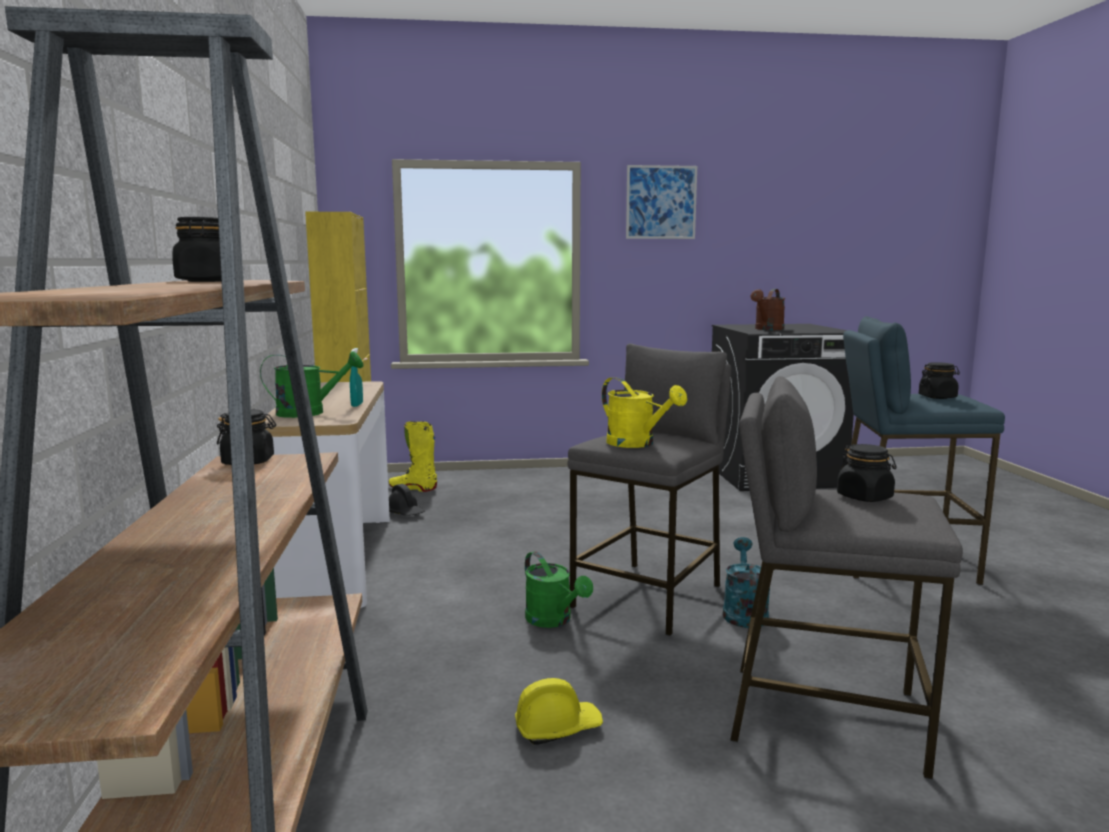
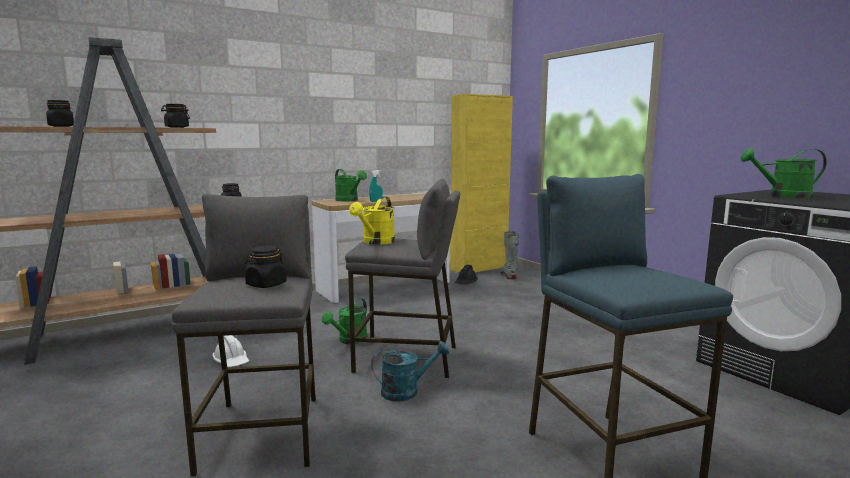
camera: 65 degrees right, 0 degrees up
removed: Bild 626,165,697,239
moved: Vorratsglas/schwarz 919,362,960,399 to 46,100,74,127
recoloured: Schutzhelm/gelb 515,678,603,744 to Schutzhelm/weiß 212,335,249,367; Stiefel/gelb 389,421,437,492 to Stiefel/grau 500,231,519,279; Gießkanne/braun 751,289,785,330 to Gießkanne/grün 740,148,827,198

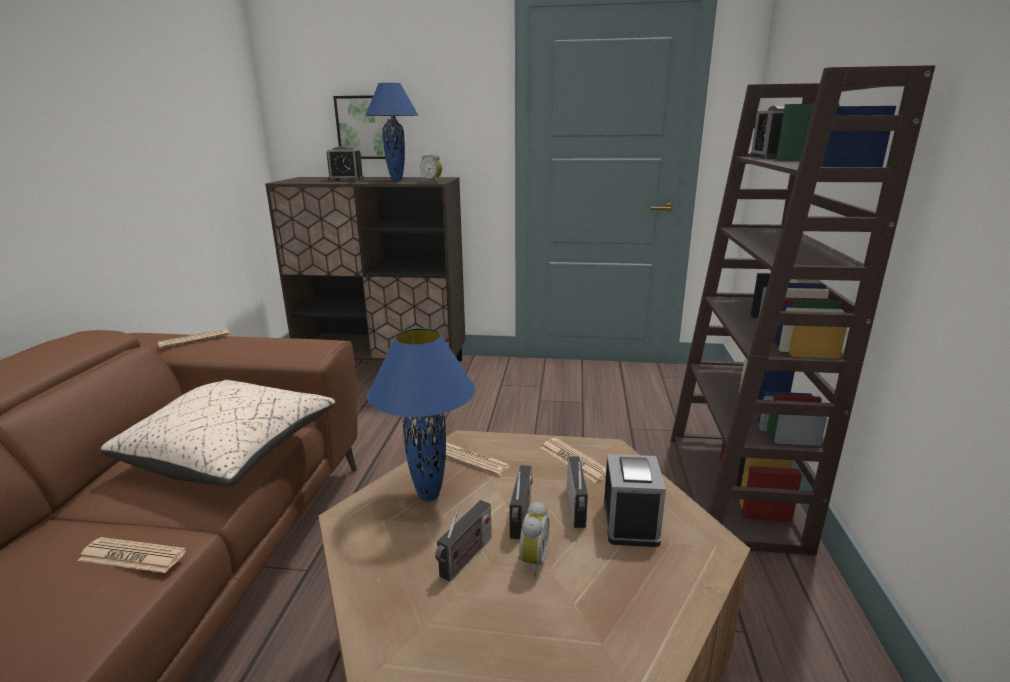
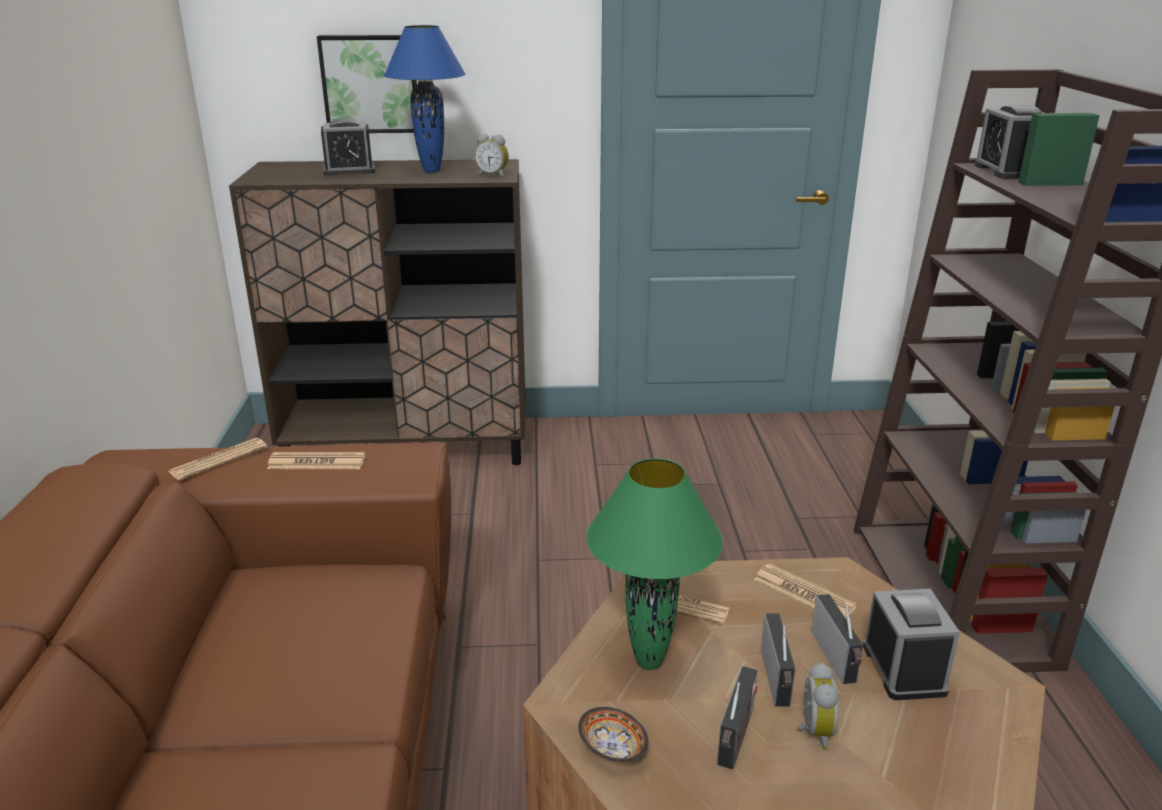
camera: 10 degrees left, 5 degrees up
removed: Kissen/beige 100,380,335,486
added: Schüssel 578,707,648,762
moved: Zeitung 78,537,186,573 to 267,452,366,469
recoloured: Tischlampe/blau 367,328,475,502 to Tischlampe/grün 586,459,723,670

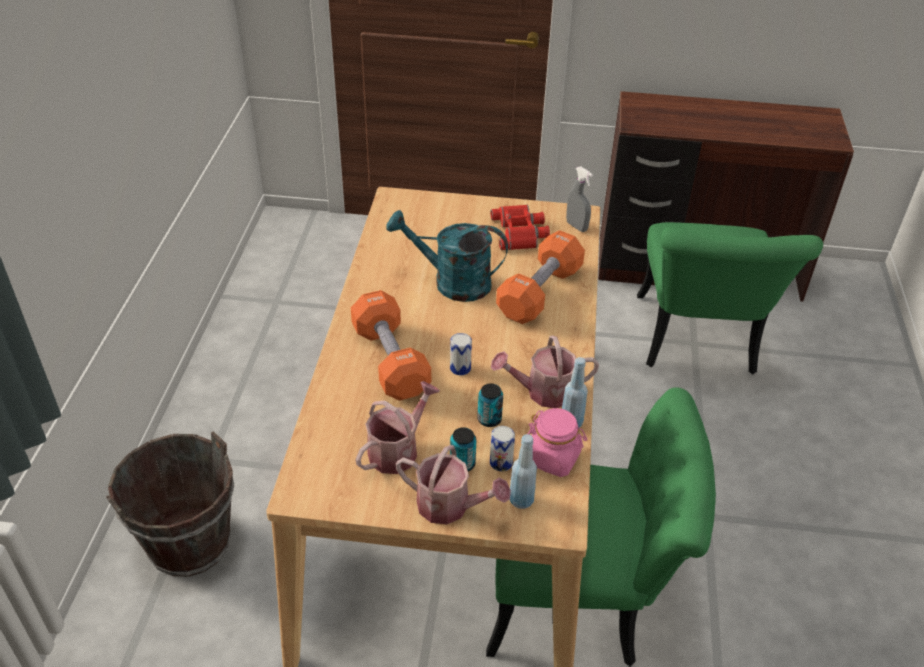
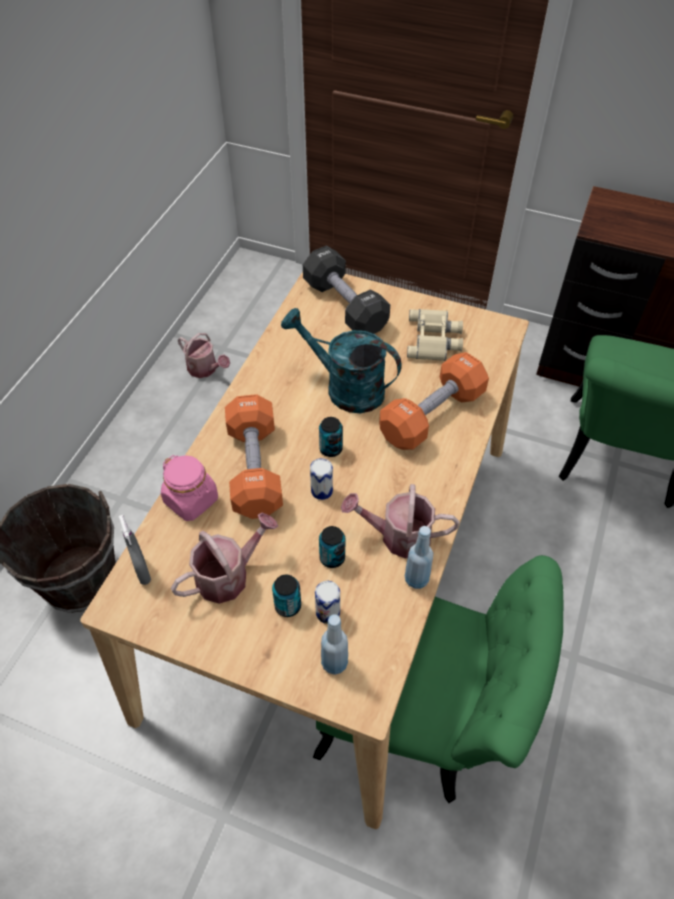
camera: 15 degrees right, 10 degrees up
added: Hantel/schwarz 303,246,390,334; Dose 319,417,343,457
moved: Sprühflasche/grau 566,167,593,232 to 118,515,151,585; Vorratsglas/rosa 528,408,588,477 to 161,455,218,521; Gießkanne 396,445,511,524 to 178,333,230,378
recoloured: Fernglas/rot 490,205,550,250 to Fernglas/beige 407,309,463,361

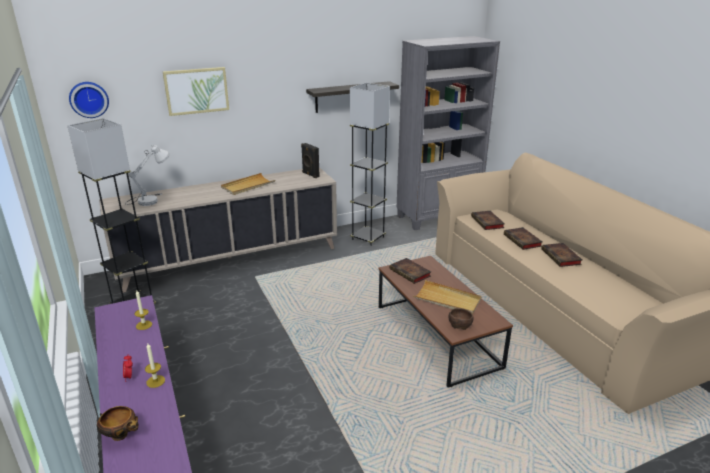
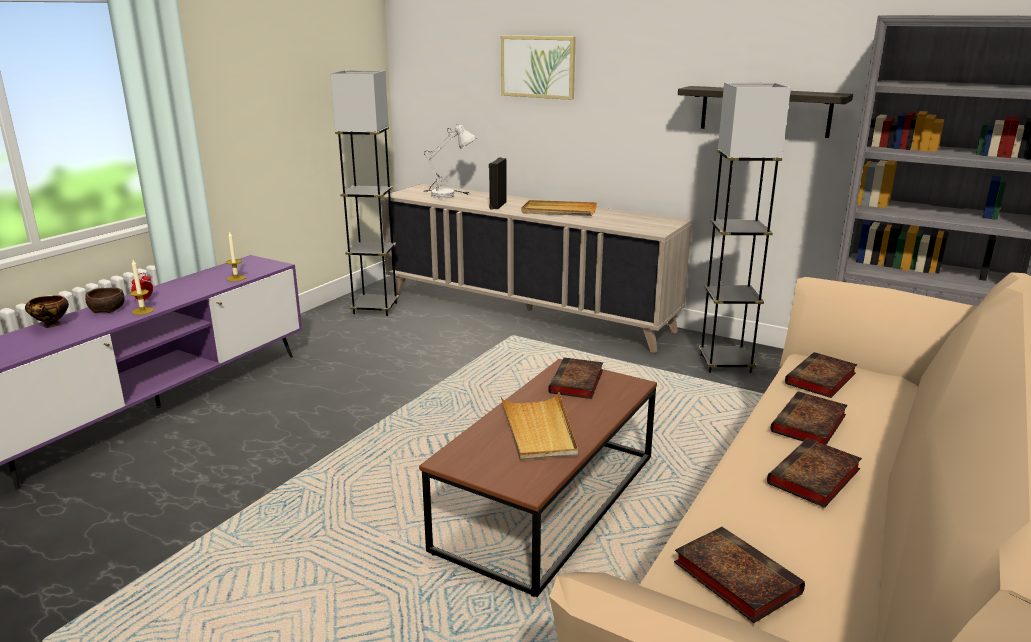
camera: 55 degrees right, 5 degrees down
removed: Wanduhr 69,82,109,118
added: Buch 674,526,805,623
moved: Schüssel/braun 449,308,474,330 to 85,288,125,313; Lautsprecher/schwarz 301,143,320,178 to 489,157,507,210

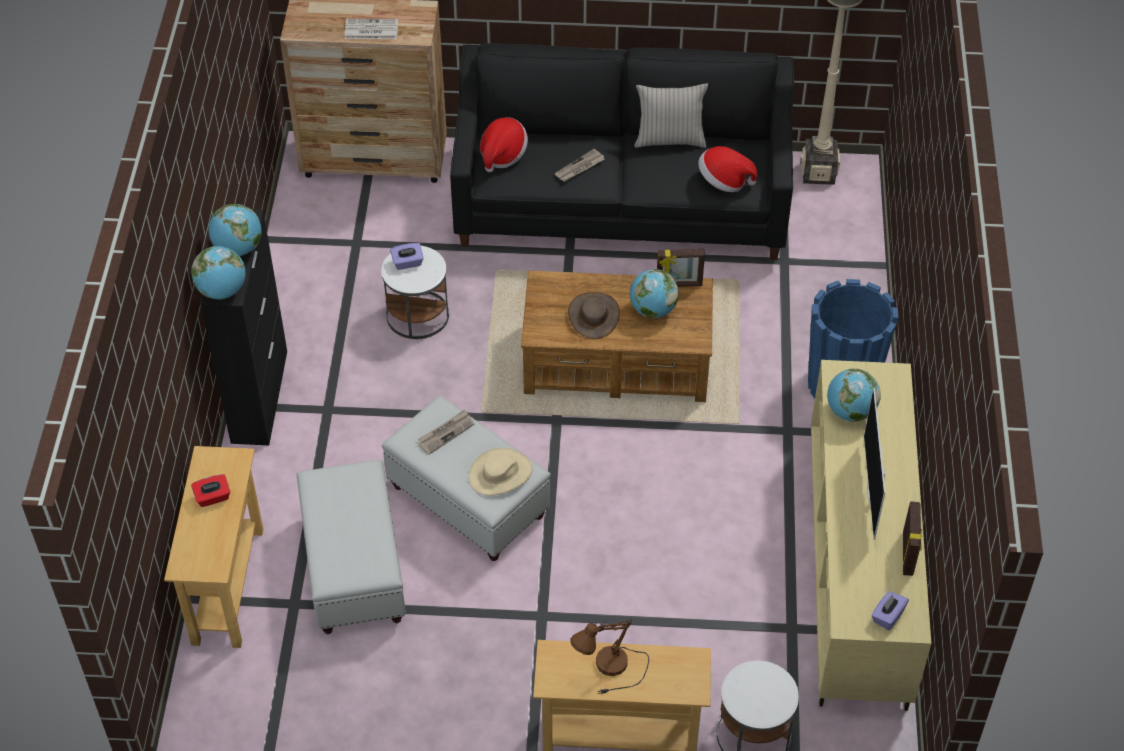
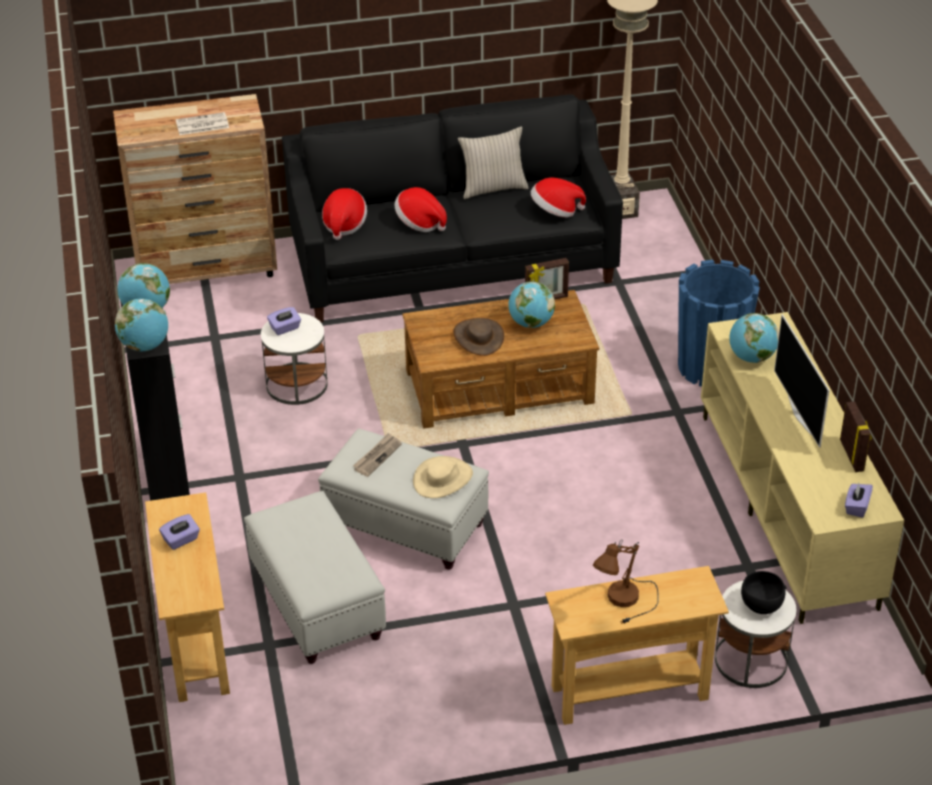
camera: 15 degrees left, 10 degrees down
added: Schüssel/schwarz 741,571,787,614
replaced: Zeitung 555,149,604,182 to Hut 394,187,447,232
recoloured: Taschentuchbox/rot 191,474,230,507 to Taschentuchbox/lila 159,514,200,550

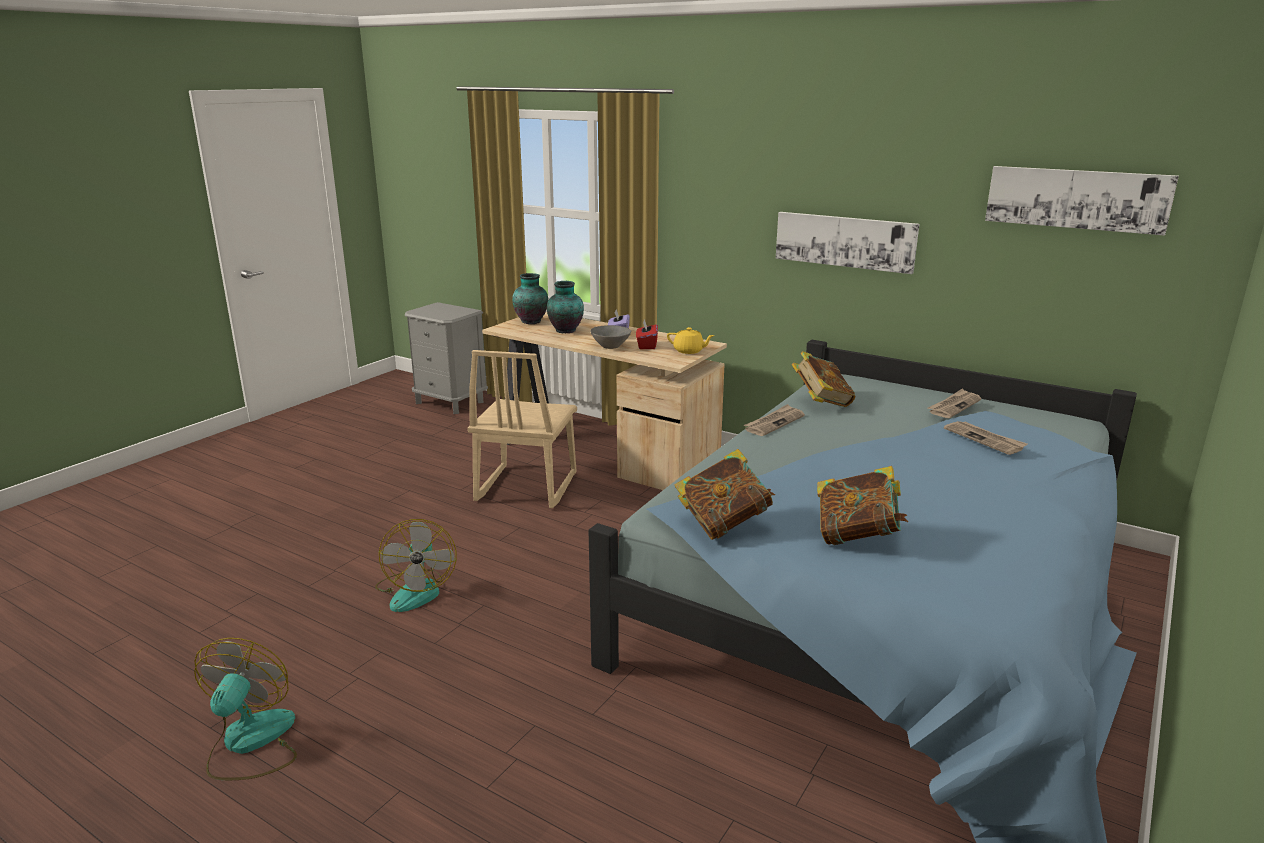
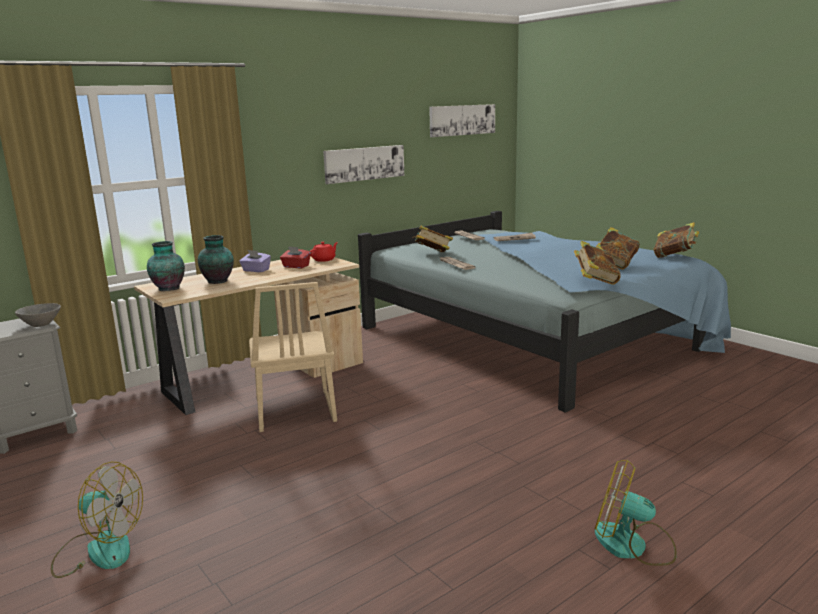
camera: 70 degrees left, 5 degrees down
added: Buch 654,222,699,258
moved: Schüssel/grau 590,325,631,349 to 15,303,61,327; Ventilator 375,519,457,612 to 51,462,143,578
recoloured: Teekanne/gelb 667,327,715,354 to Teekanne/rot 310,242,338,262
turned: Stuhl/beige 468,350,577,508 = 249,282,337,432 45 degrees clockwise

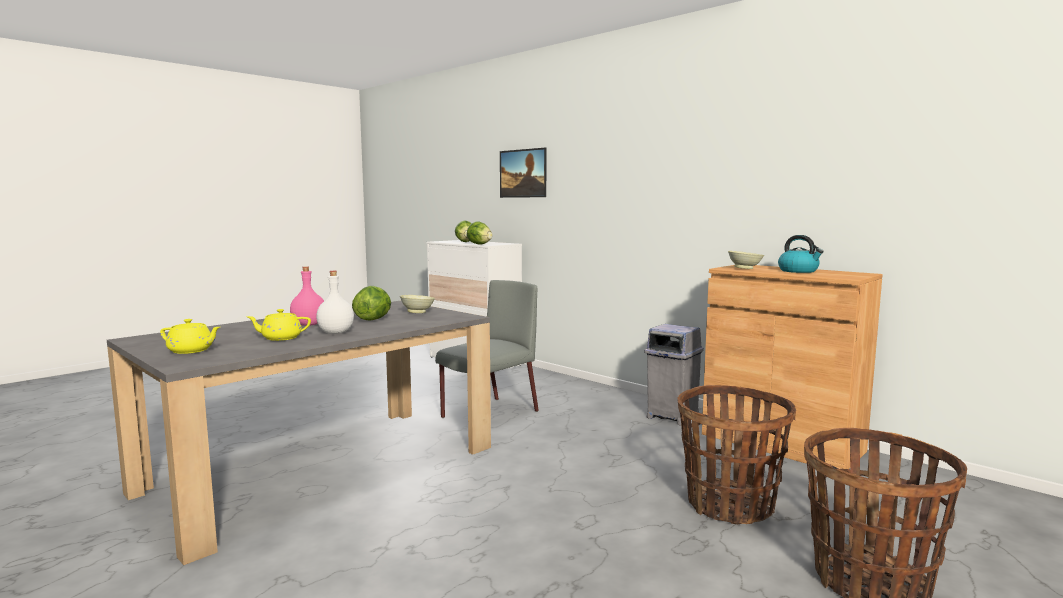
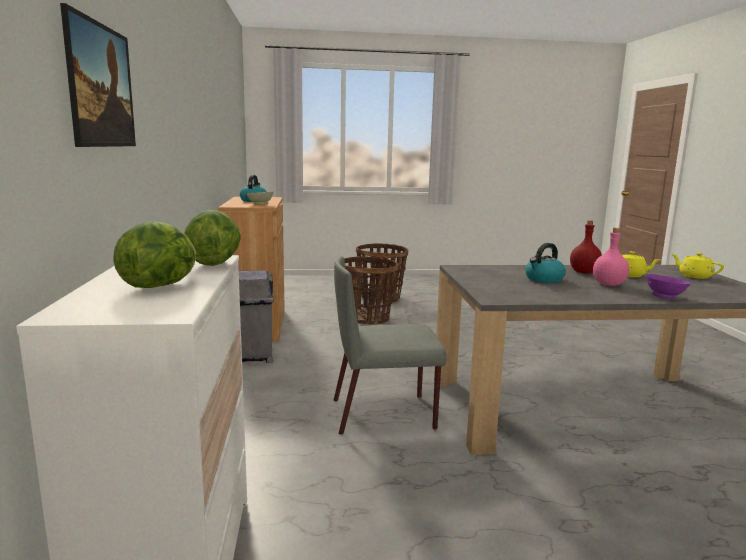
camera: 140 degrees left, 5 degrees up
removed: Schüssel/beige 400,295,435,313
added: Schüssel/lila 646,274,691,299
replaced: Salatkopf 352,286,391,321 to Wasserkessel 525,243,566,283
recoloured: Flasche/weiß 316,271,354,334 to Flasche/rot 570,221,602,274

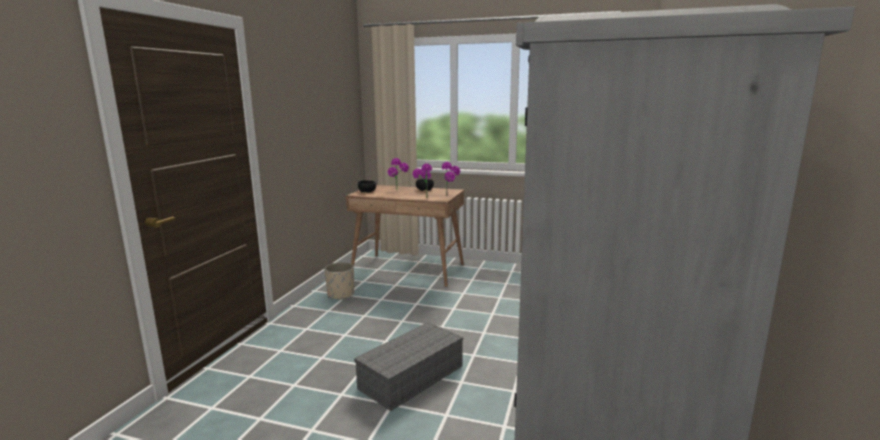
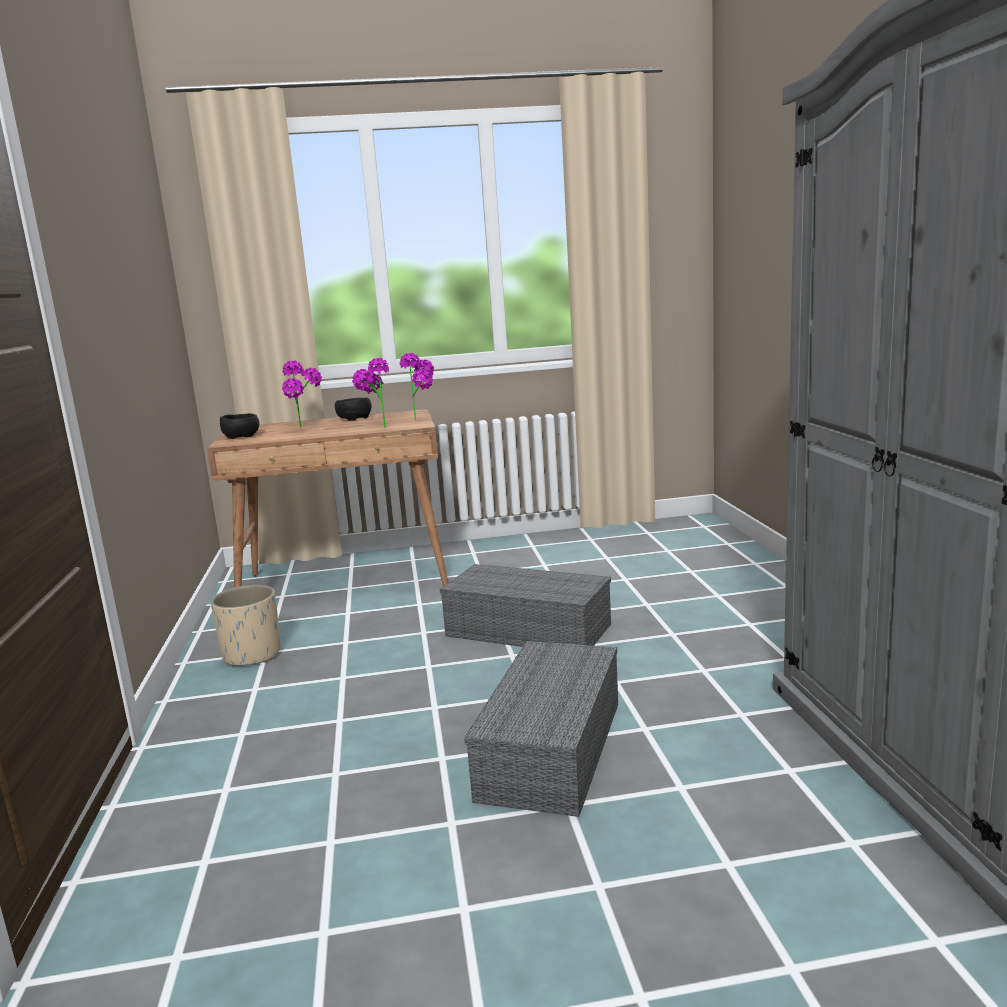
camera: 25 degrees left, 0 degrees up
added: Aufbewahrungsbox/grau 440,564,611,647

